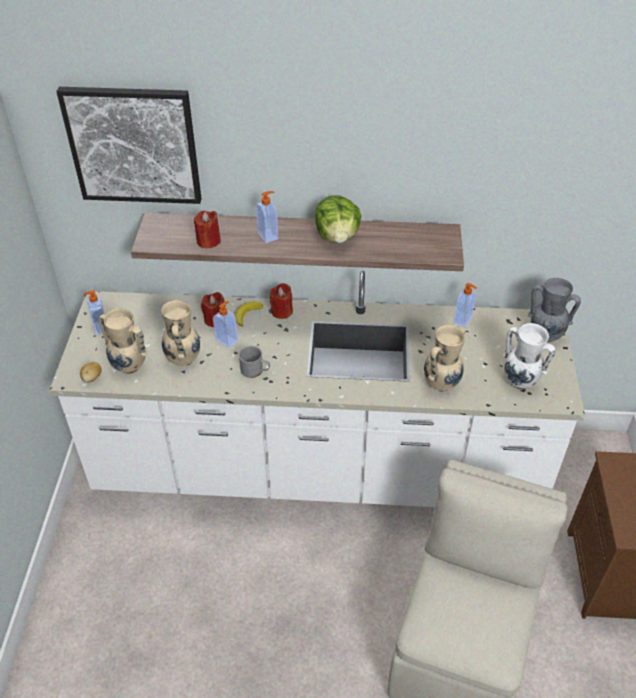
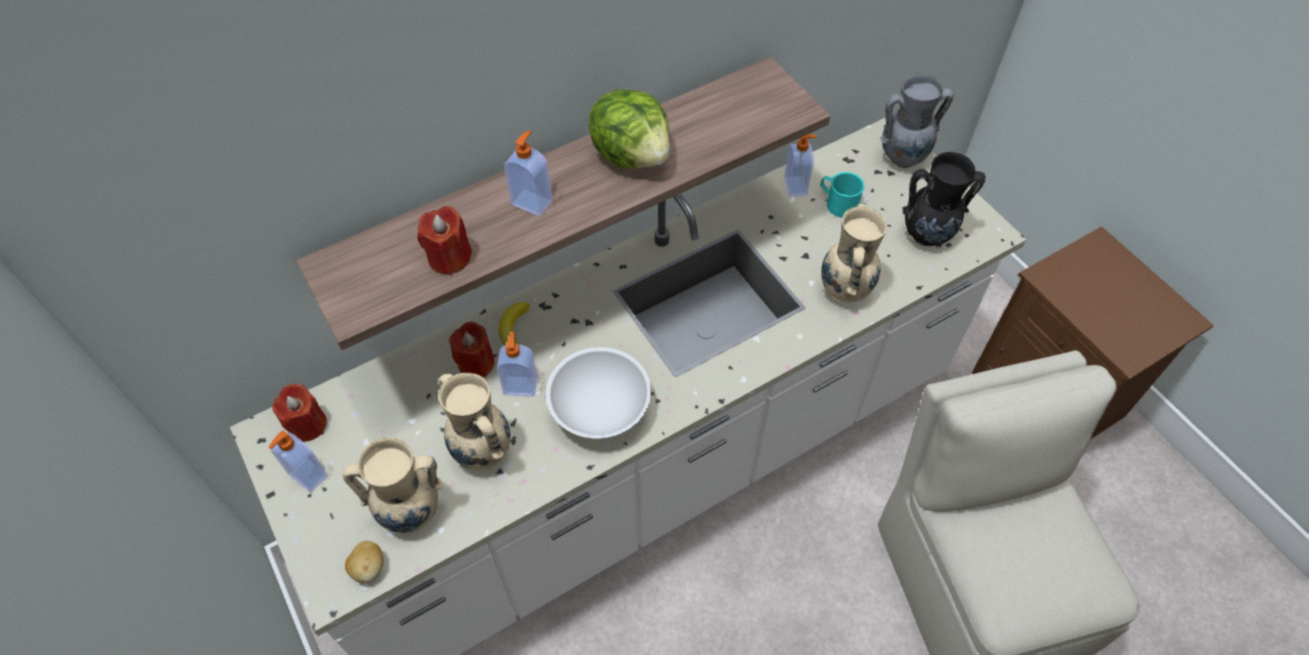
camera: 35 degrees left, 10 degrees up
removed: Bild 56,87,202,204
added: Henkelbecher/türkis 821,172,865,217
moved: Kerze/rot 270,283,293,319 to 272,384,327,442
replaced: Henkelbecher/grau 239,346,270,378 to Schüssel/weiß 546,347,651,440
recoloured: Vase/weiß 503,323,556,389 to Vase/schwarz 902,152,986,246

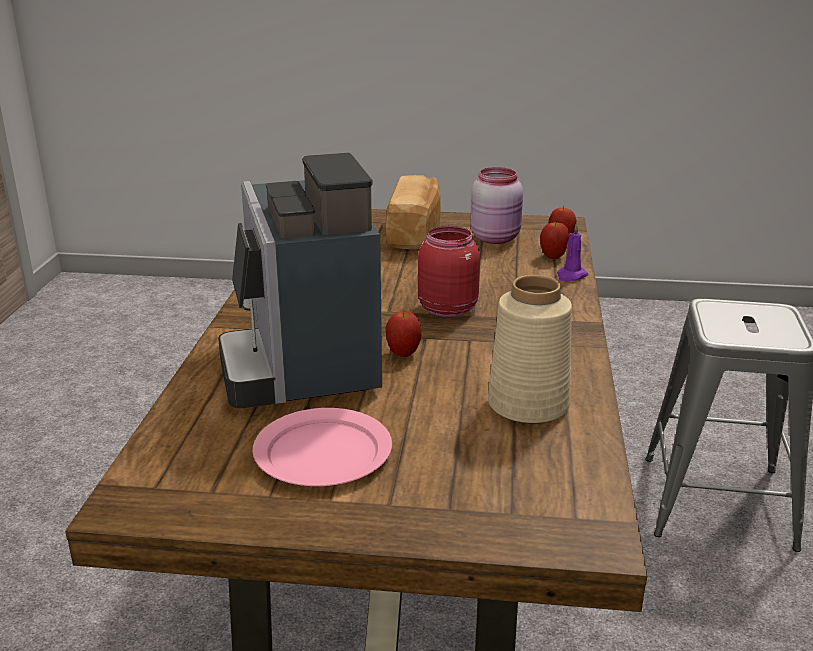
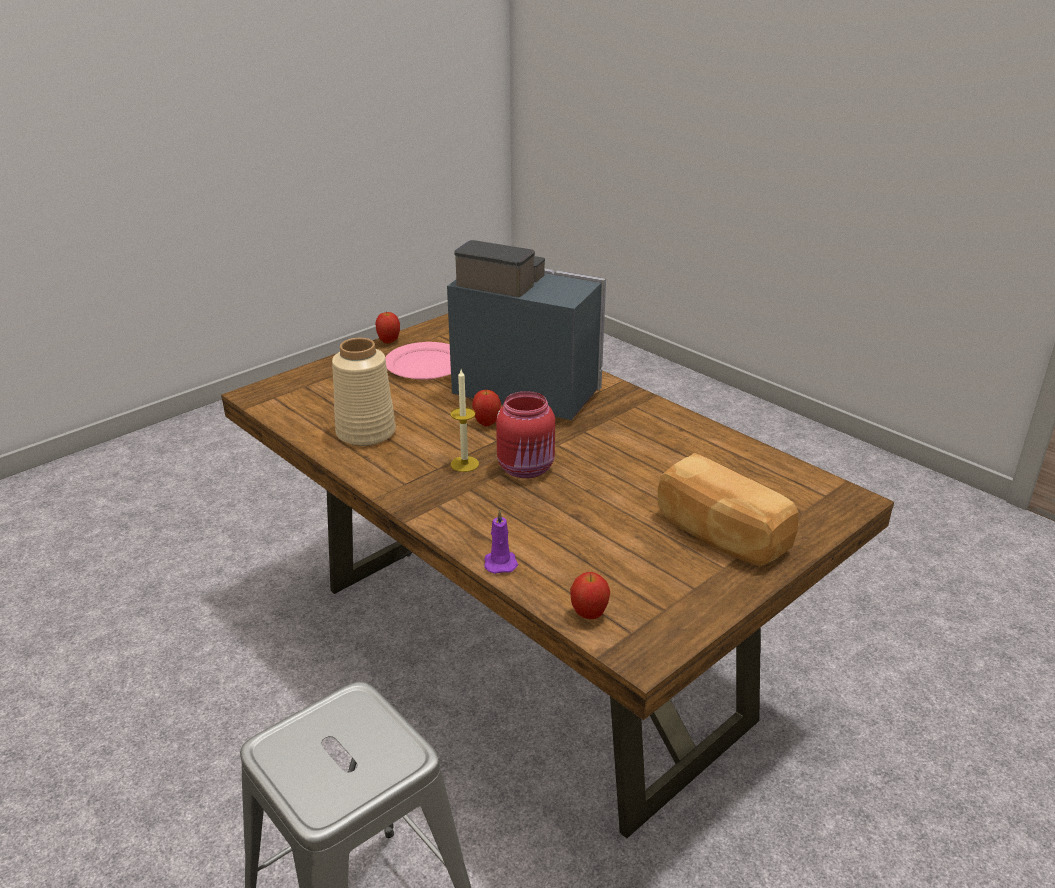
camera: 130 degrees right, 5 degrees up
removed: Vorratsglas/rosa 470,167,523,244
added: Kerze 451,369,479,472
moved: Apfel 540,220,570,259 to 375,312,400,344

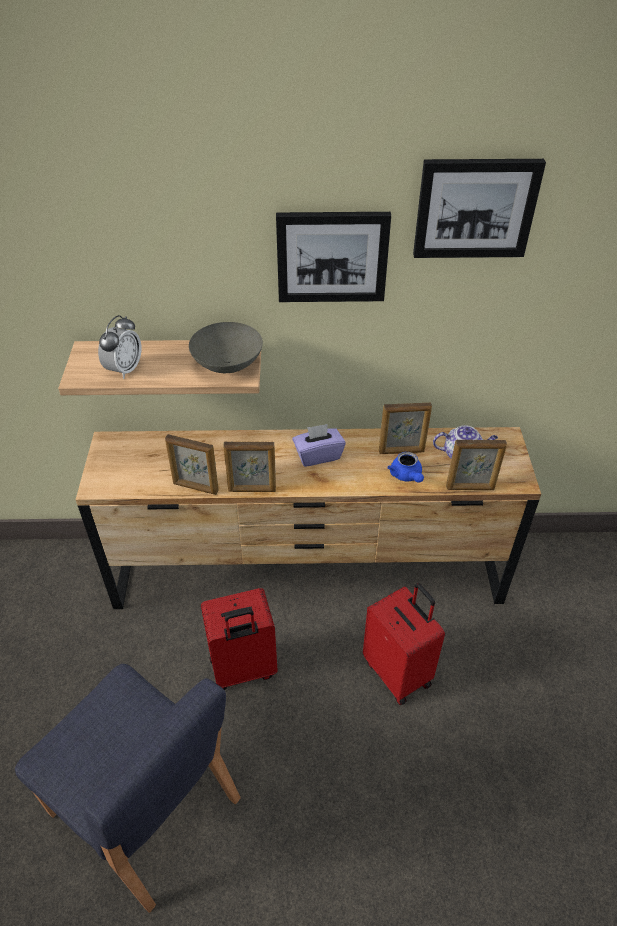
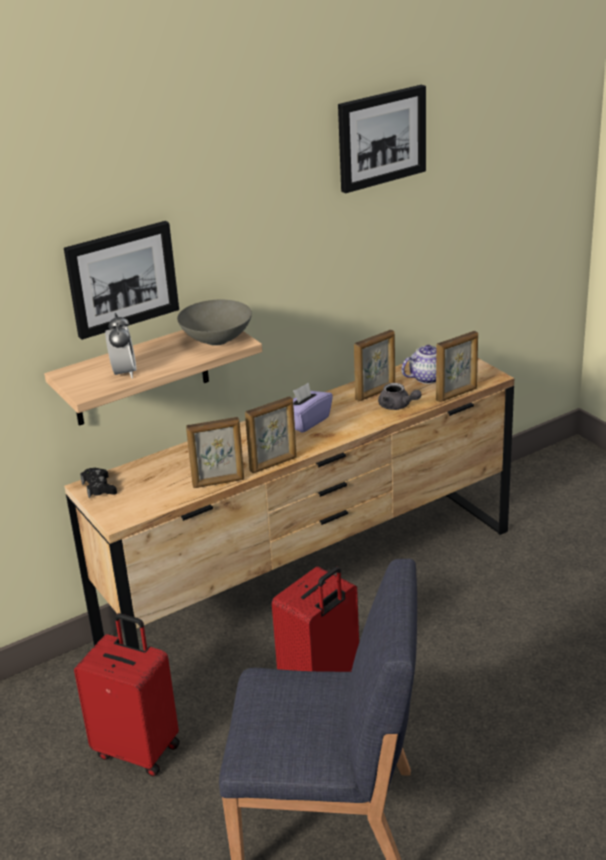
camera: 30 degrees left, 15 degrees down
added: Gamepad/schwarz 80,468,117,498
moved: Bild 276,212,391,302 to 64,221,179,340; Koffer/rot 363,583,445,705 to 74,613,180,777
recoloured: Teekanne/blau 388,452,424,483 to Teekanne/grau 378,383,422,410

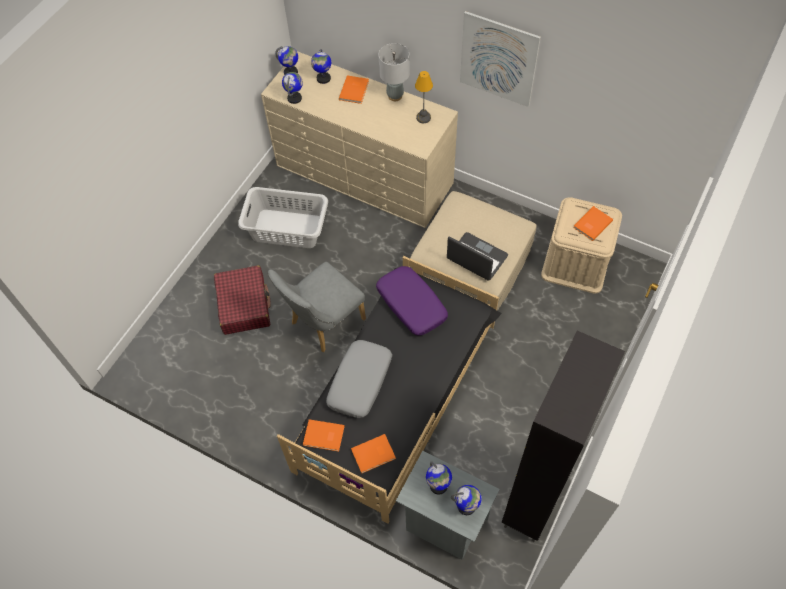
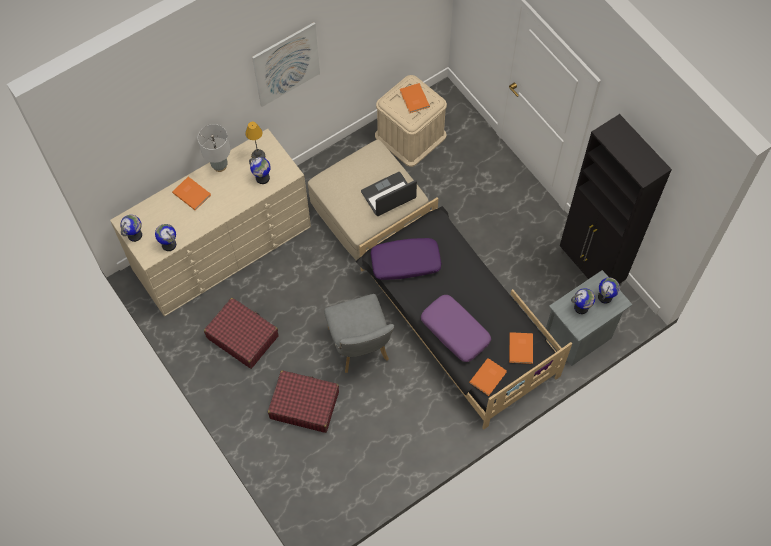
camera: 65 degrees left, 5 degrees up
moved: Globus 311,49,331,84 to 249,157,271,184
replaced: Wäschekorb/grau 238,187,328,248 to Koffer/rot 204,298,279,369
recoloured: Kissen/grau 326,340,392,418 to Kissen/lila 421,295,491,362

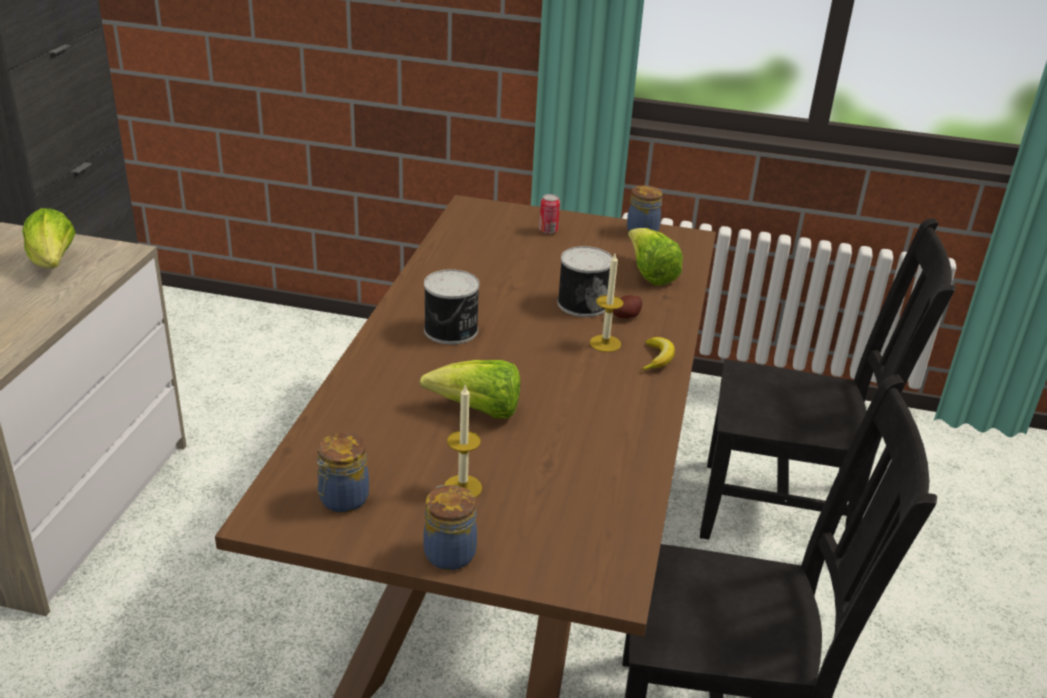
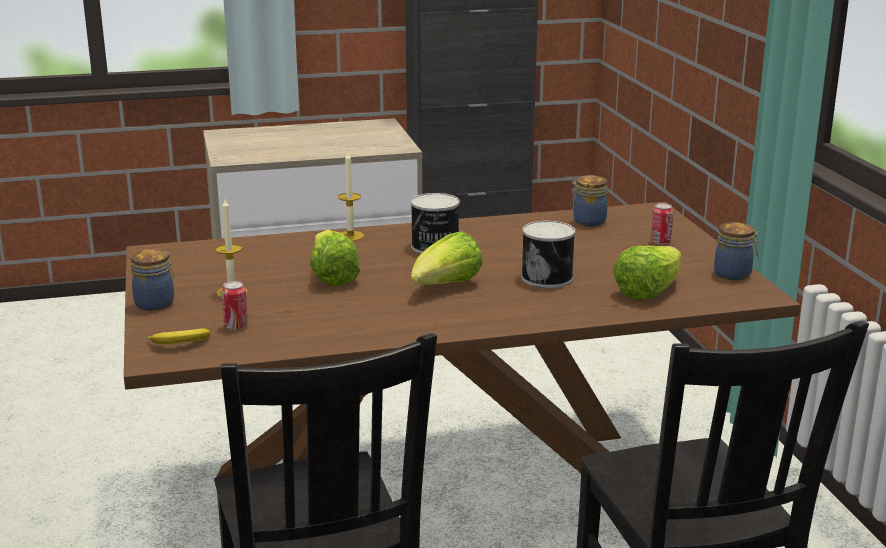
camera: 65 degrees right, 10 degrees down
removed: Kartoffel 613,295,642,319
added: Dose 221,281,248,330
moved: Banane 640,337,675,371 to 146,328,211,344; Kerze 590,254,623,352 to 338,152,364,241; Salatkopf 22,208,76,268 to 411,231,483,285; Vorratsglas 317,433,369,513 to 570,175,608,227

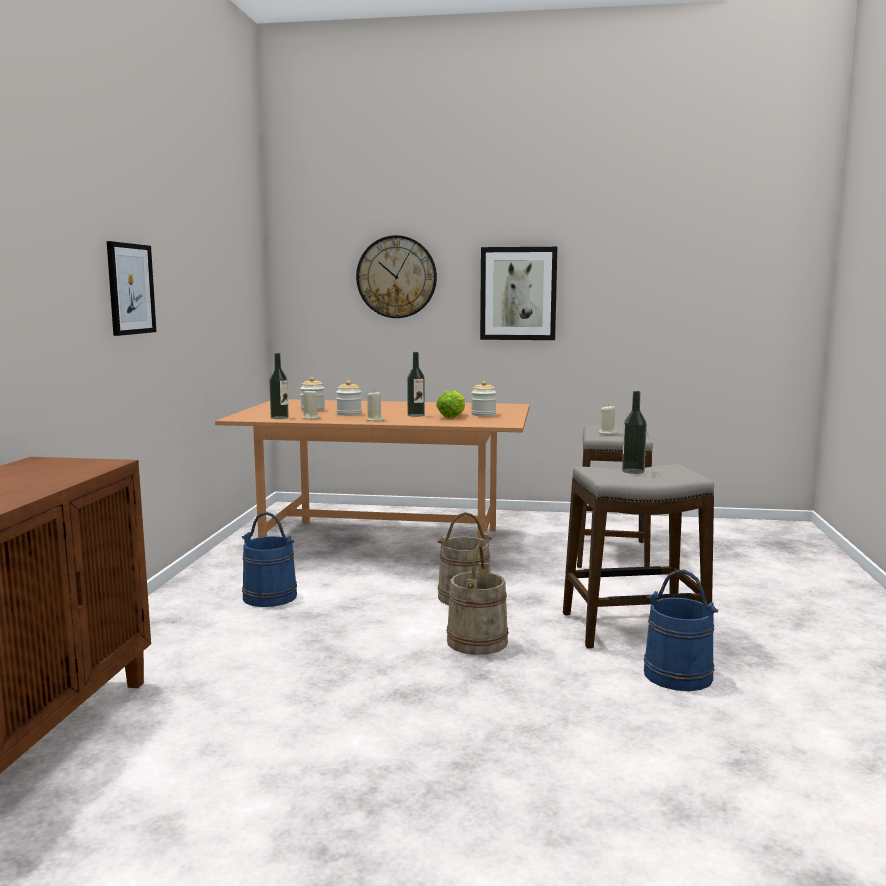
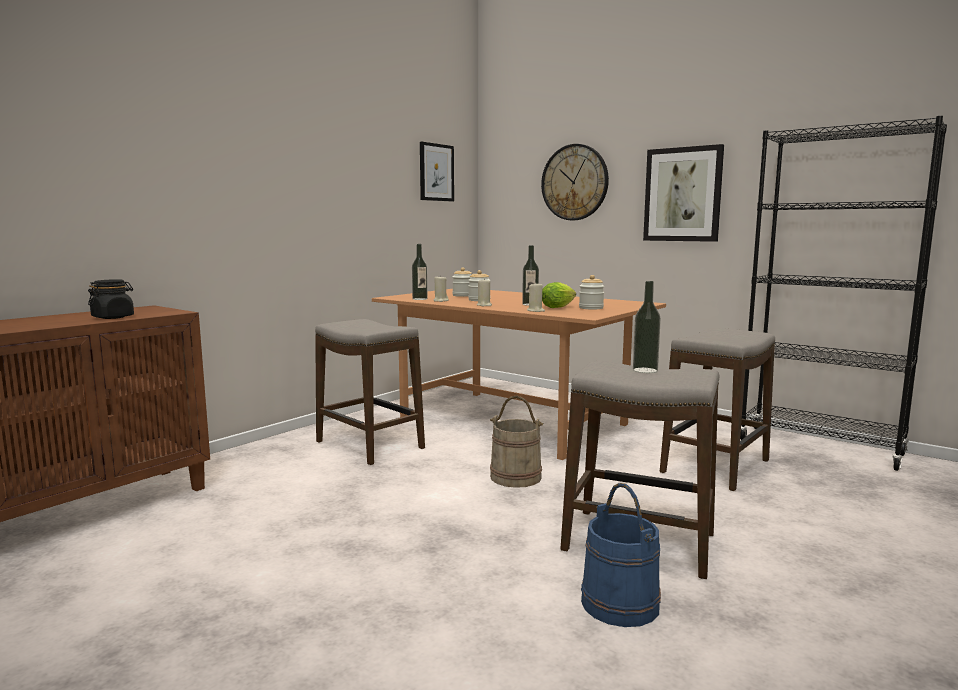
camera: 30 degrees right, 0 degrees up
removed: Eimer/beige 446,545,509,655
added: Vorratsglas/schwarz 88,279,134,319; Bücherregal/schwarz 740,116,947,471
moved: Bild 107,241,156,336 to 420,142,454,201; Kerze/beige 599,405,617,435 to 527,284,545,312
replaced: Eimer/blau 242,512,297,607 to Hocker 315,319,425,465

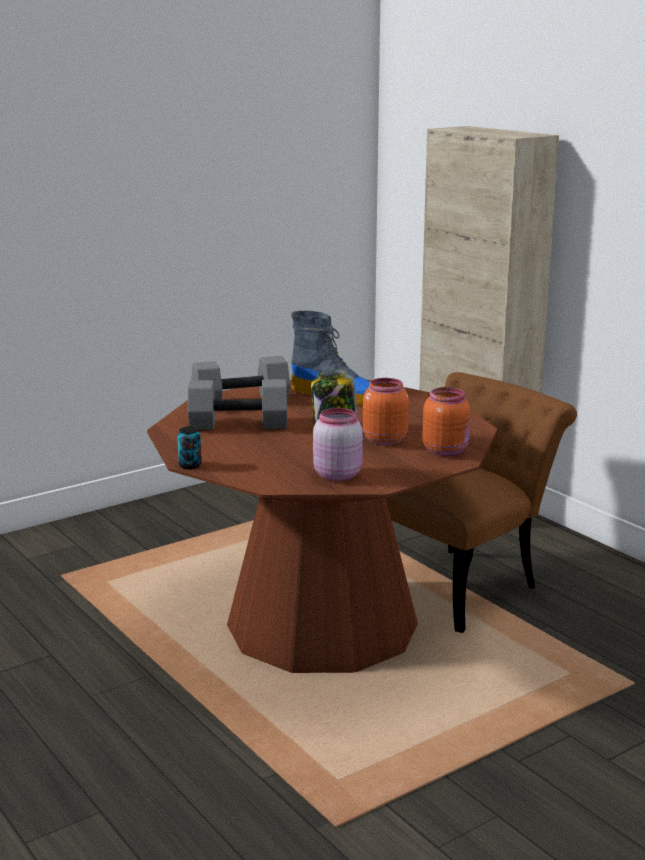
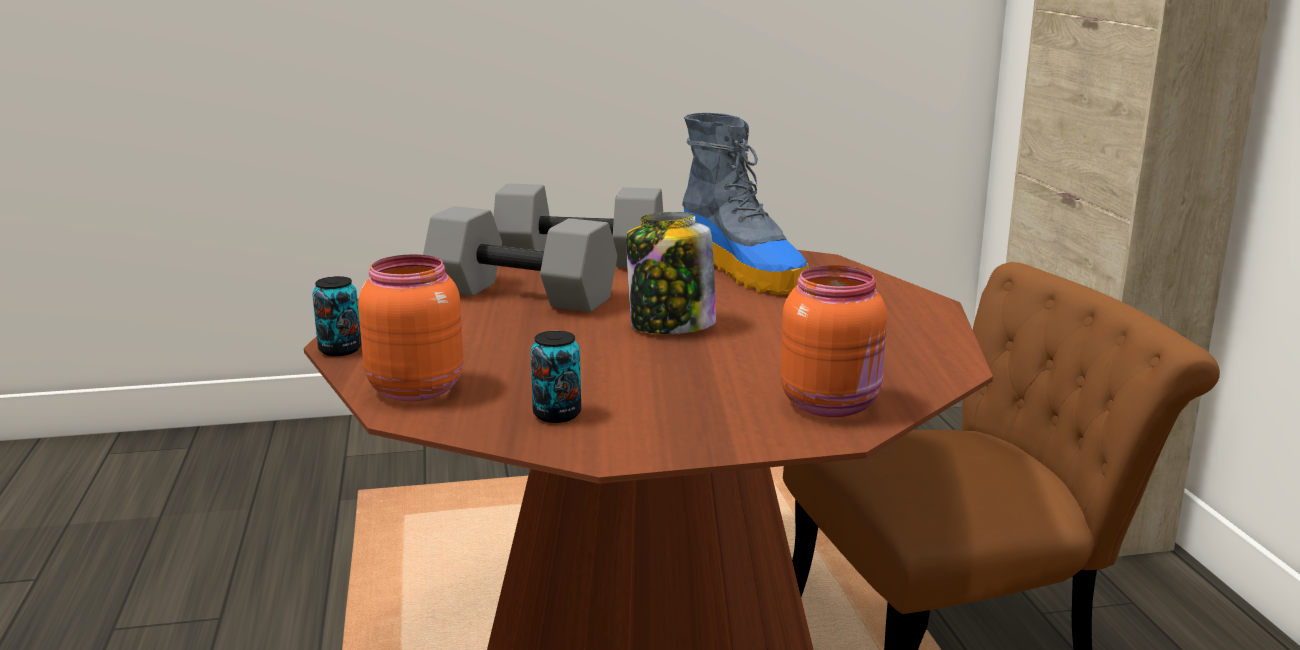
camera: 25 degrees right, 0 degrees up
moved: Vorratsglas/orange 363,378,409,445 to 358,254,463,401
replaced: Vorratsglas/rosa 313,408,363,481 to Dose 530,330,581,423

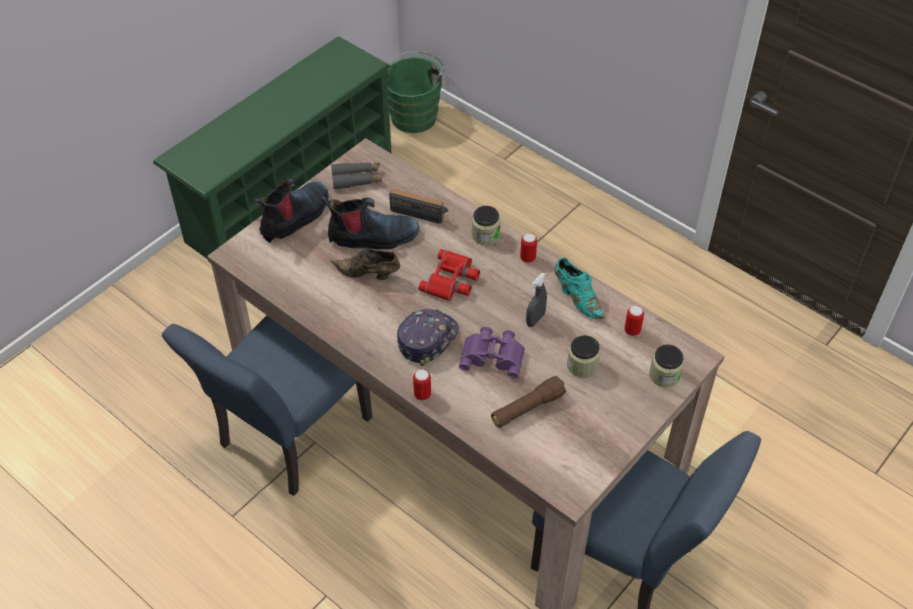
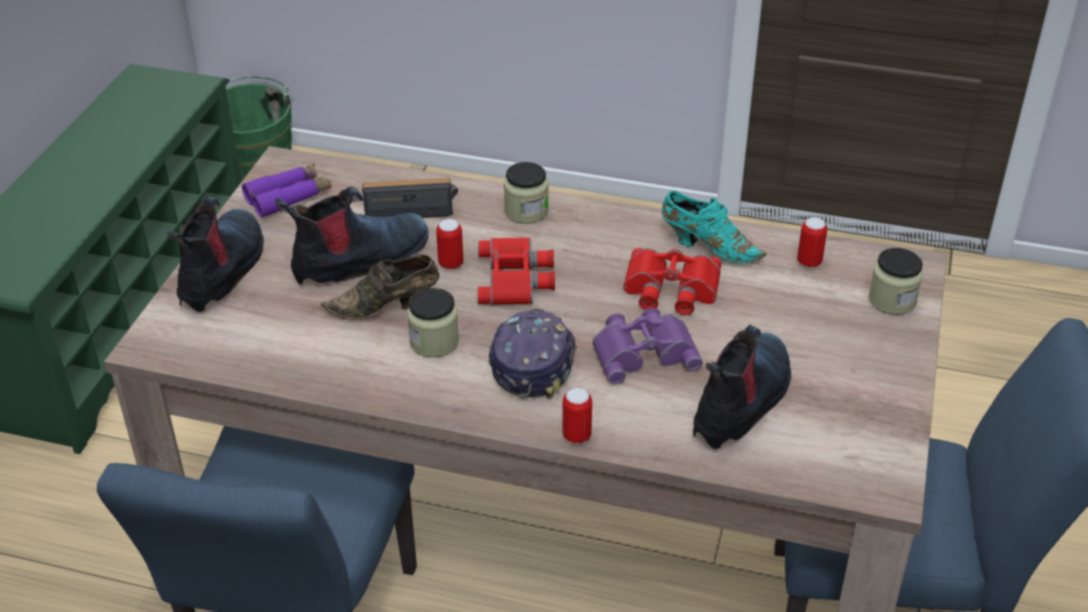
camera: 25 degrees left, 10 degrees down
moved: Vorratsglas 567,335,600,378 to 407,288,459,357; Dose 520,233,537,263 to 436,219,463,269
replaced: Sprühflasche/grau 526,273,547,327 to Fernglas/rot 623,248,721,315; Taschenlampe/braun 491,376,566,428 to Stiefel 693,325,791,449
recoloured: Fernglas/grau 331,163,382,190 to Fernglas/lila 242,164,332,218

